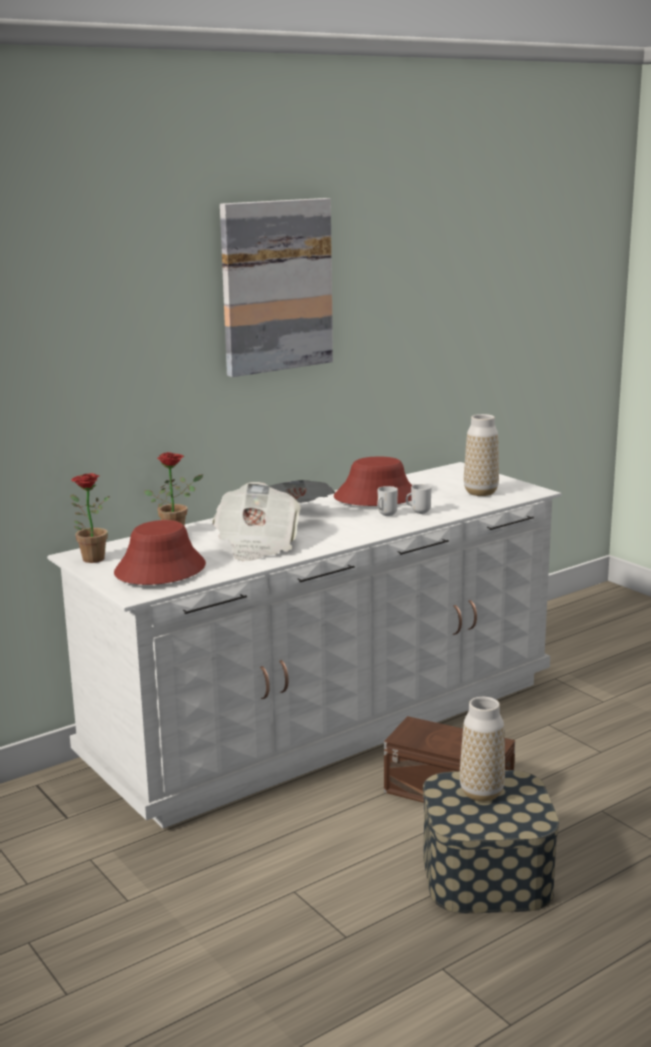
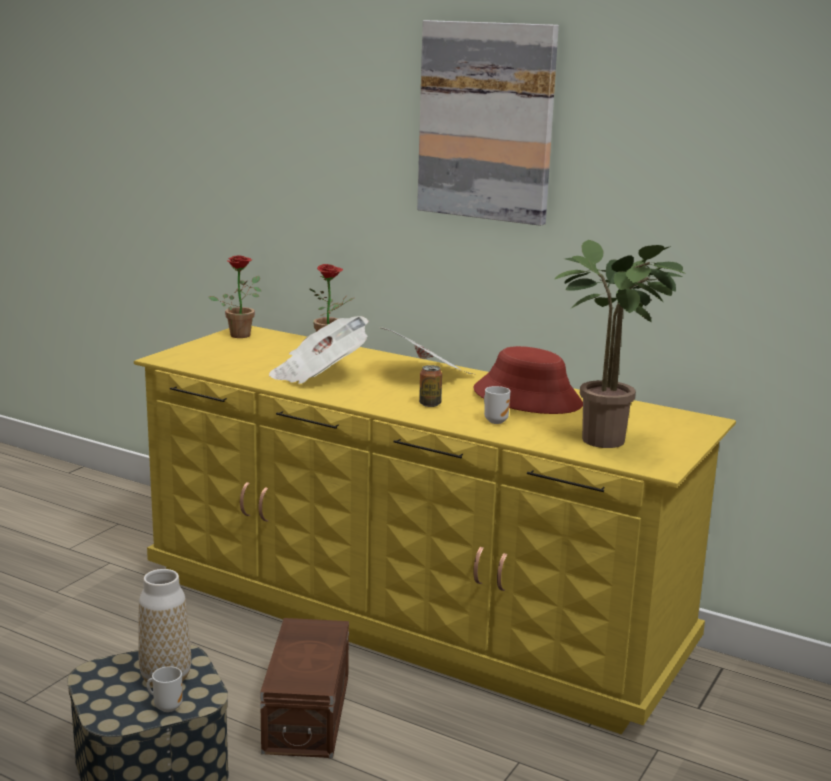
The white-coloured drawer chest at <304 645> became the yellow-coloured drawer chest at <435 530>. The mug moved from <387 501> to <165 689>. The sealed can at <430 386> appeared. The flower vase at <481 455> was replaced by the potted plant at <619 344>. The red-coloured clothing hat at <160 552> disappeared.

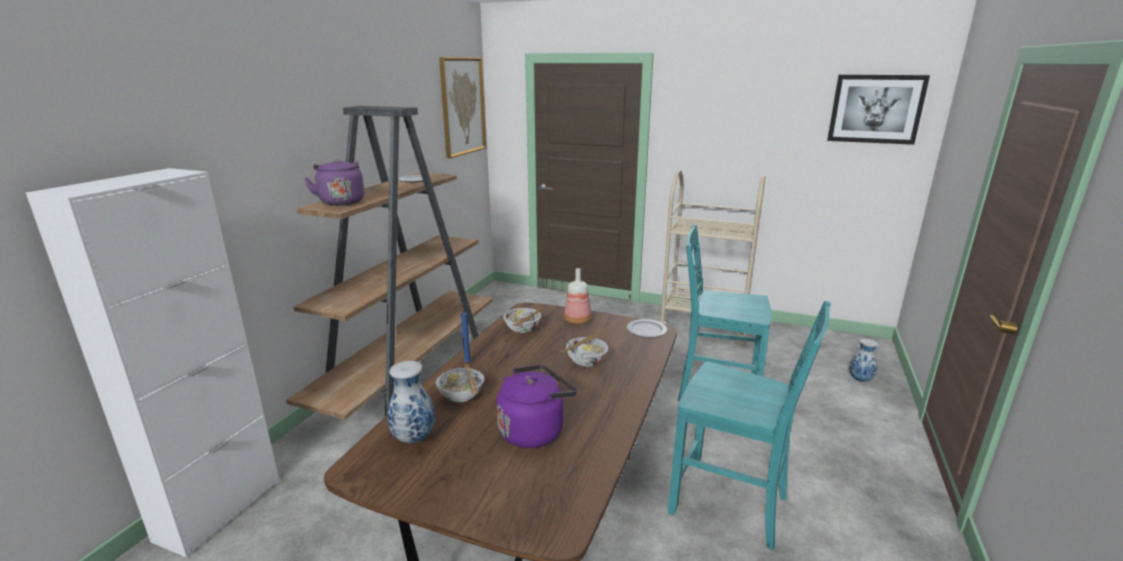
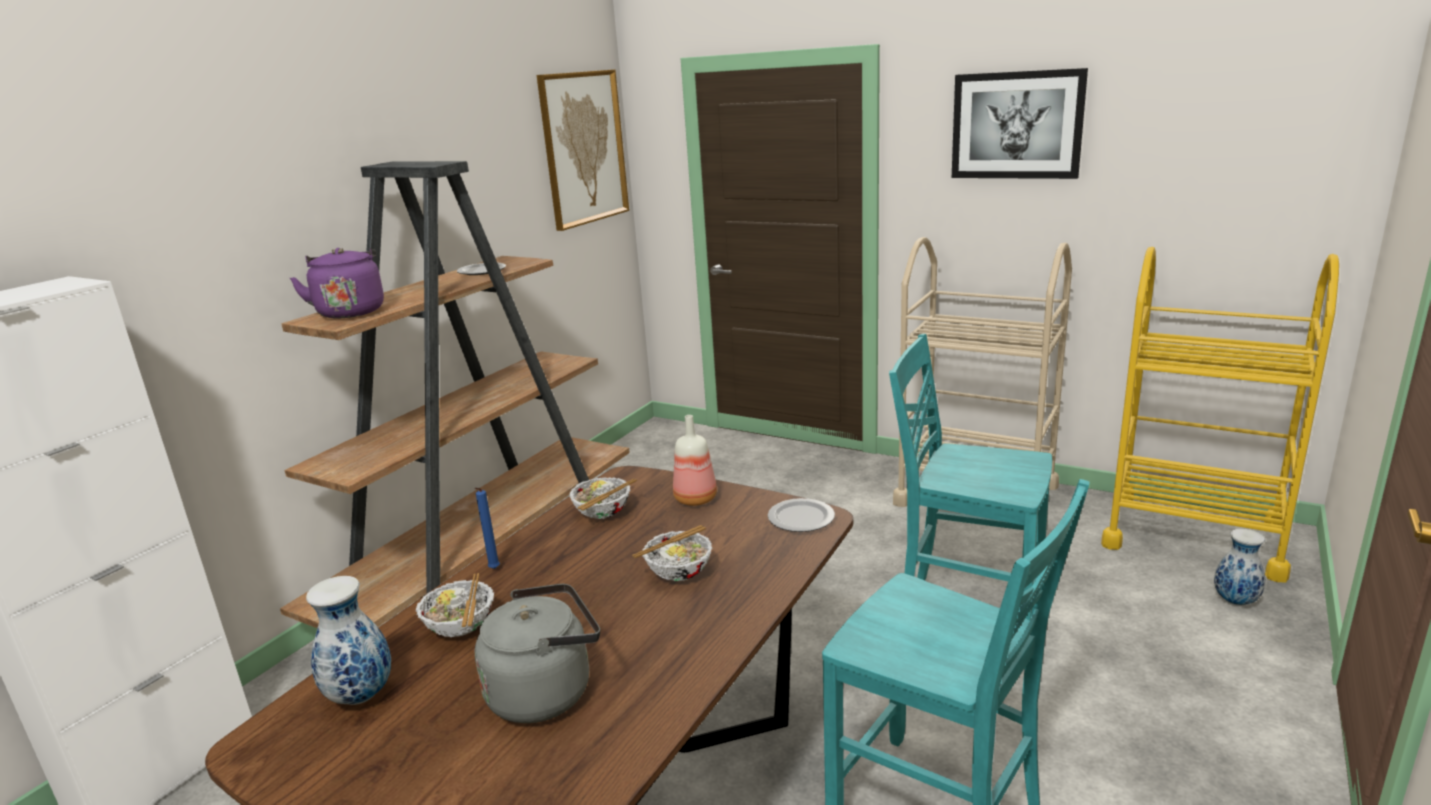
The purplish water kettle at <536 406> became the grey water kettle at <537 653>. The wall art moved from <878 110> to <1020 123>. The yellow-coloured wheeled cart at <1220 415> appeared.

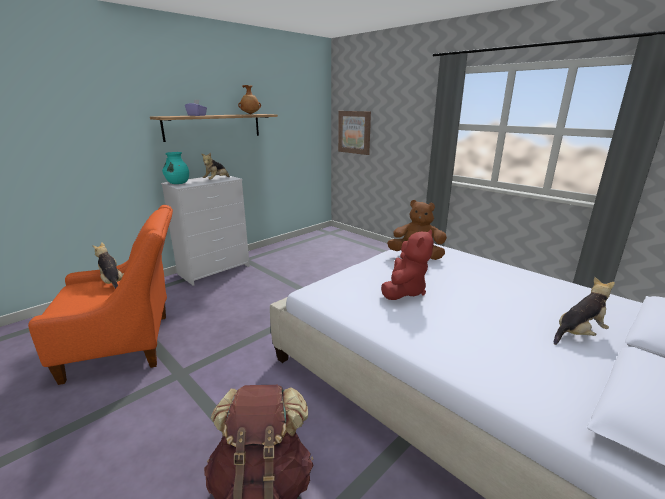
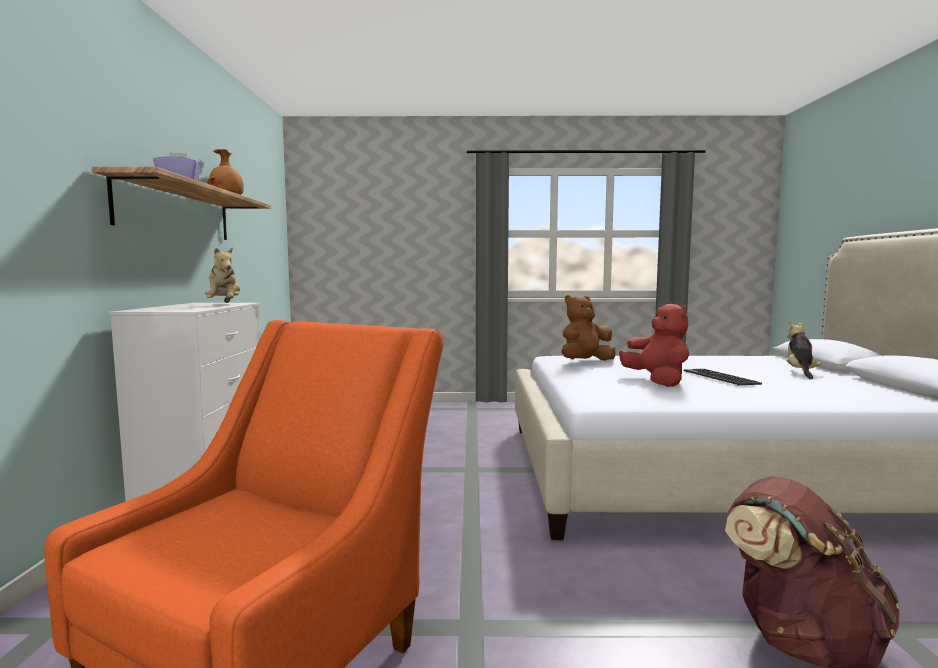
The computer keyboard at <722 377> appeared. The plush toy at <108 265> disappeared. The blue-green flower vase at <175 168> disappeared. The wall art at <354 133> disappeared.

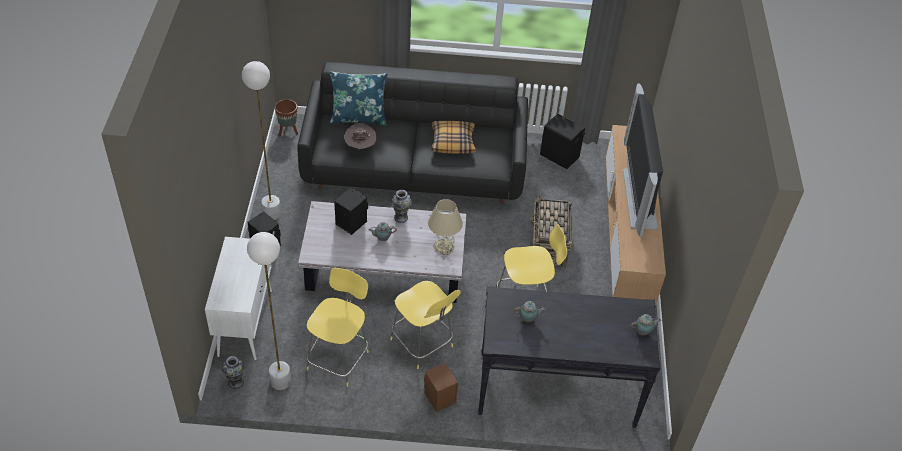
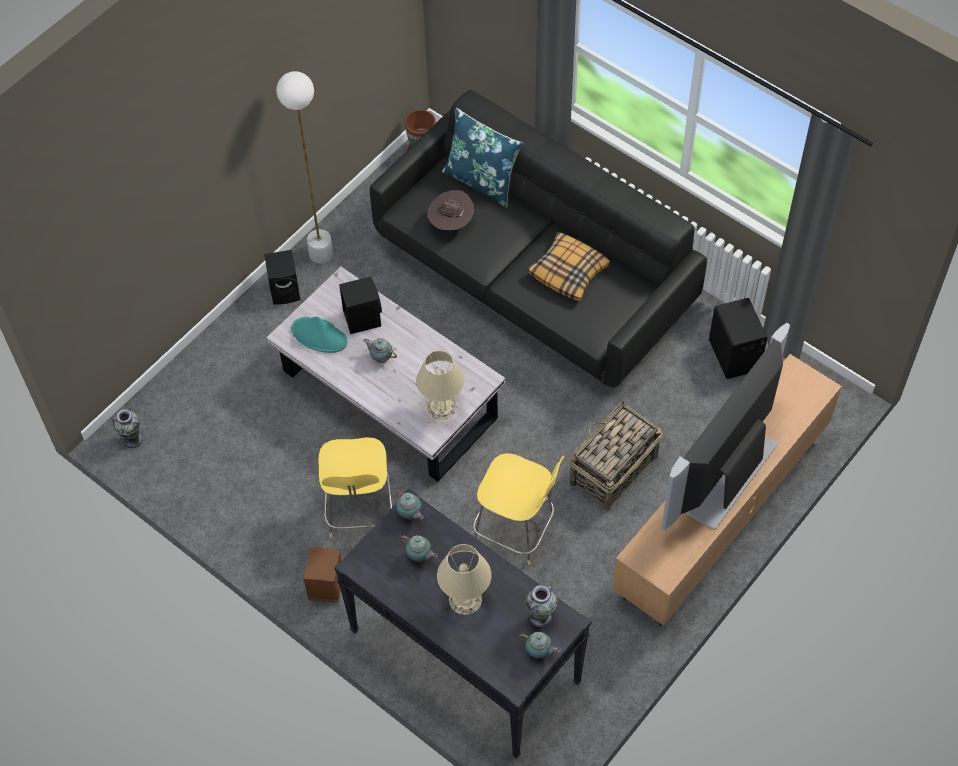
The blue-green clothing hat at <319 335> appeared. The tea pot at <410 504> appeared. The beige table lamp at <464 579> appeared. The flower vase moved from <402 206> to <541 606>. The white-coloured cabinet at <238 298> disappeared. The white-coloured standing lamp at <269 311> disappeared. The yellow-coloured stool seat at <338 327> disappeared.

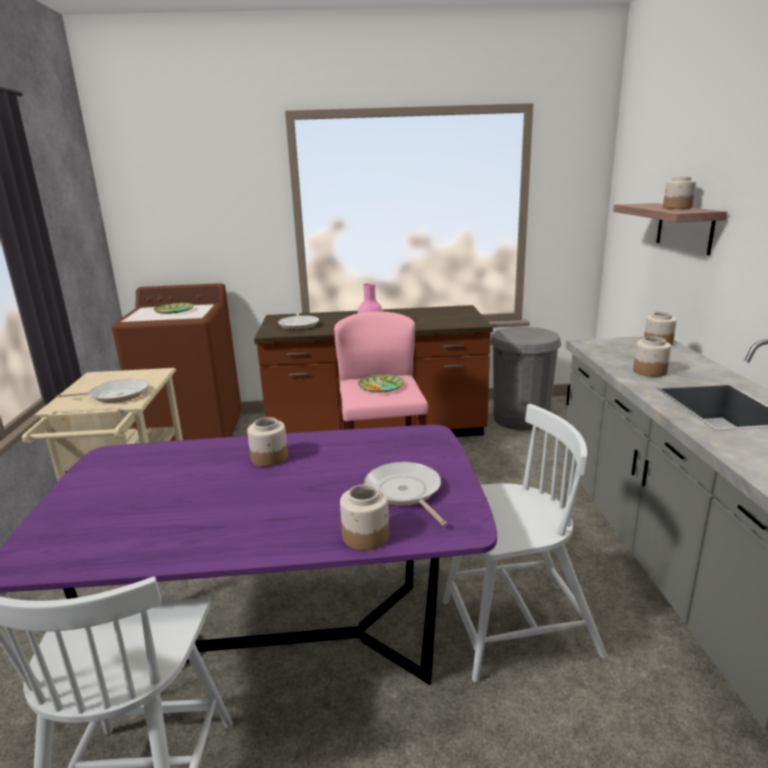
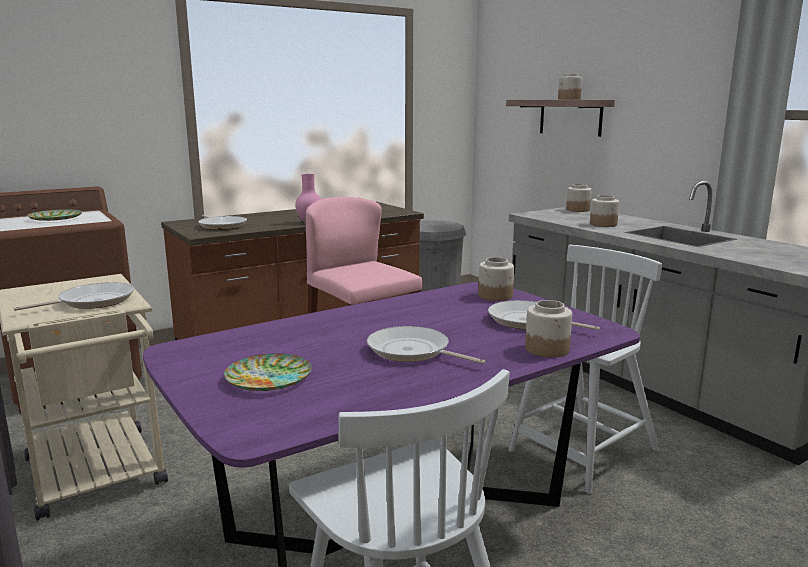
The flat dish moved from <381 383> to <268 372>. The skillet at <426 345> appeared. The jar moved from <267 442> to <496 279>.

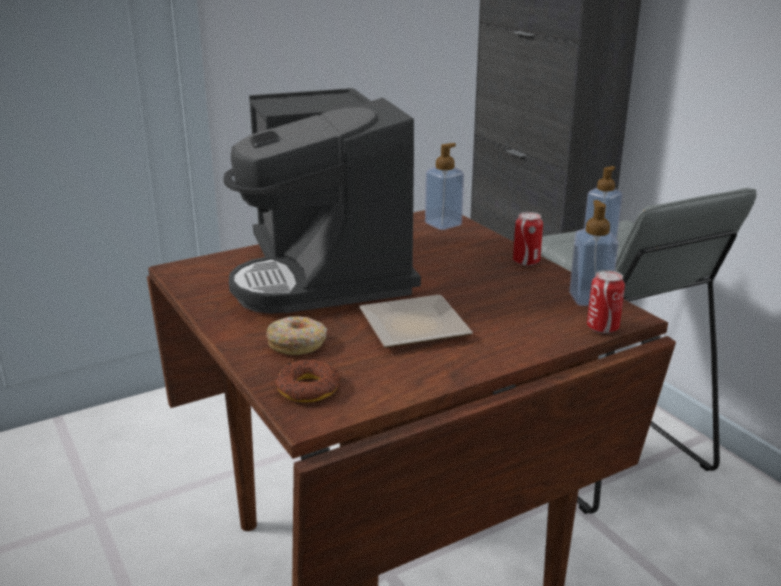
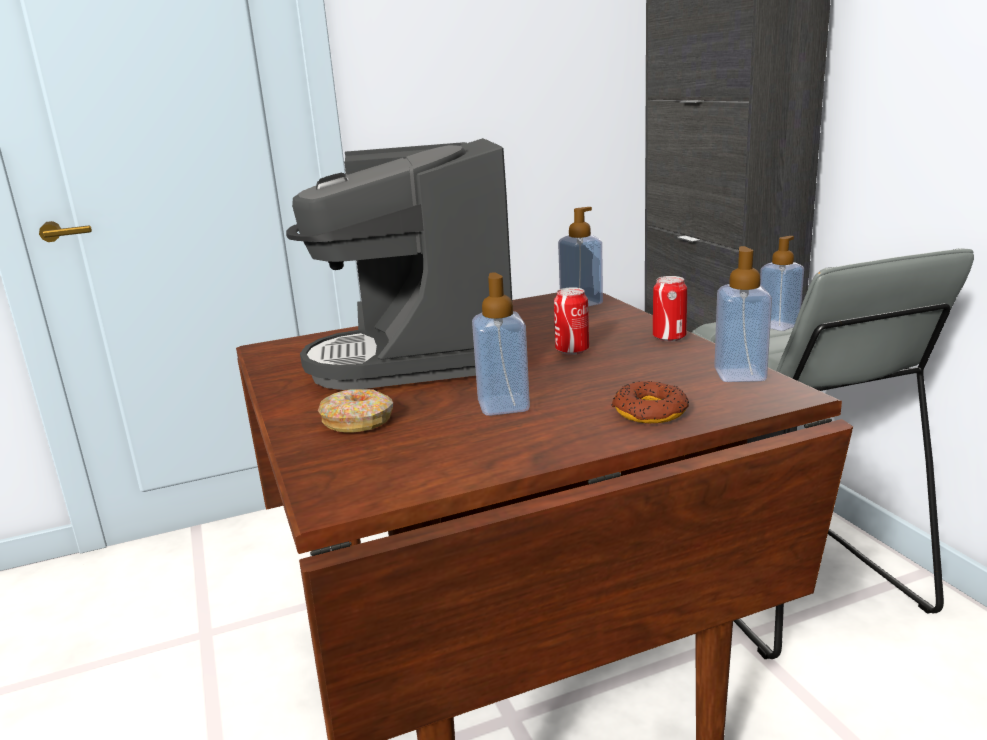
The flat dish at <416 321> was replaced by the liquid soap bottle at <501 344>. The sealed can moved from <606 302> to <571 321>. The ring doughnut moved from <307 380> to <650 402>.

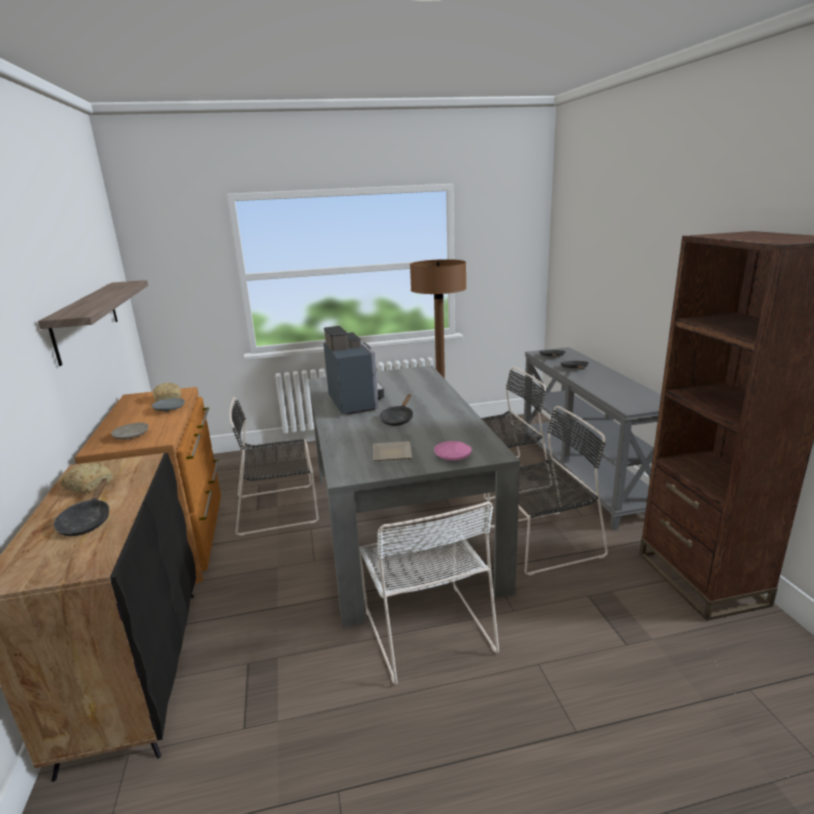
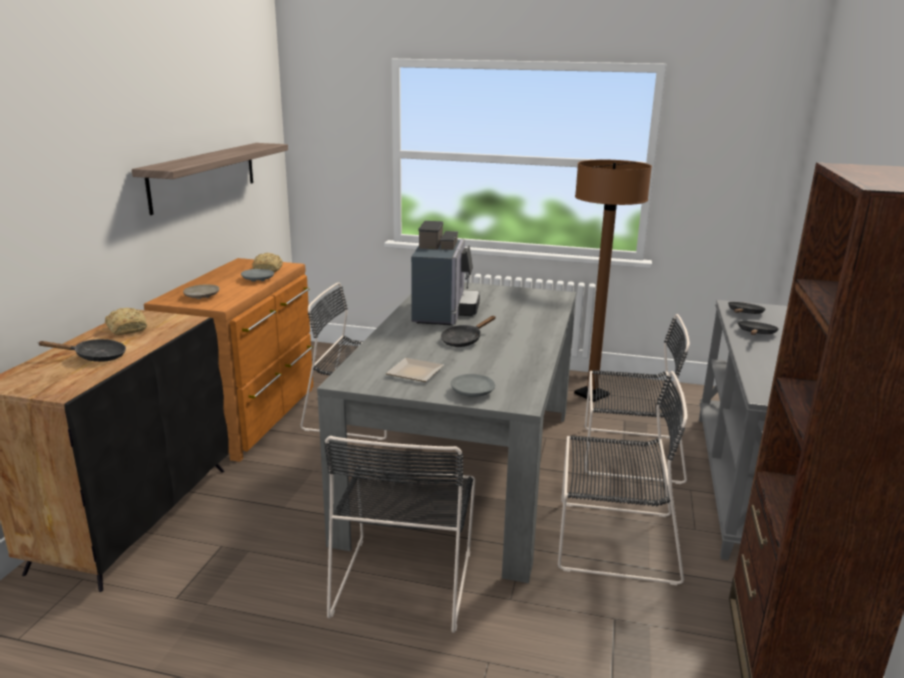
The black-coloured skillet at <81 507> turned 120 degrees counterclockwise. The white-coloured upright chair at <429 593> became the black-coloured upright chair at <399 534>. The pink-coloured flat dish at <453 451> became the grey flat dish at <473 385>.

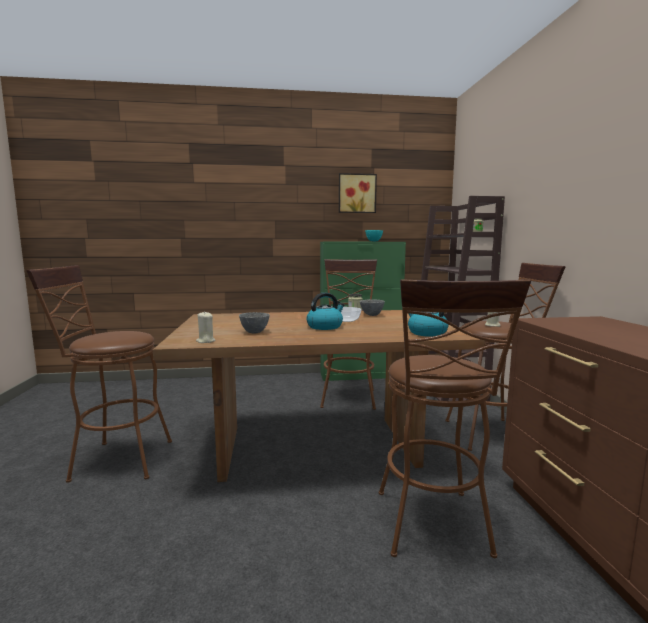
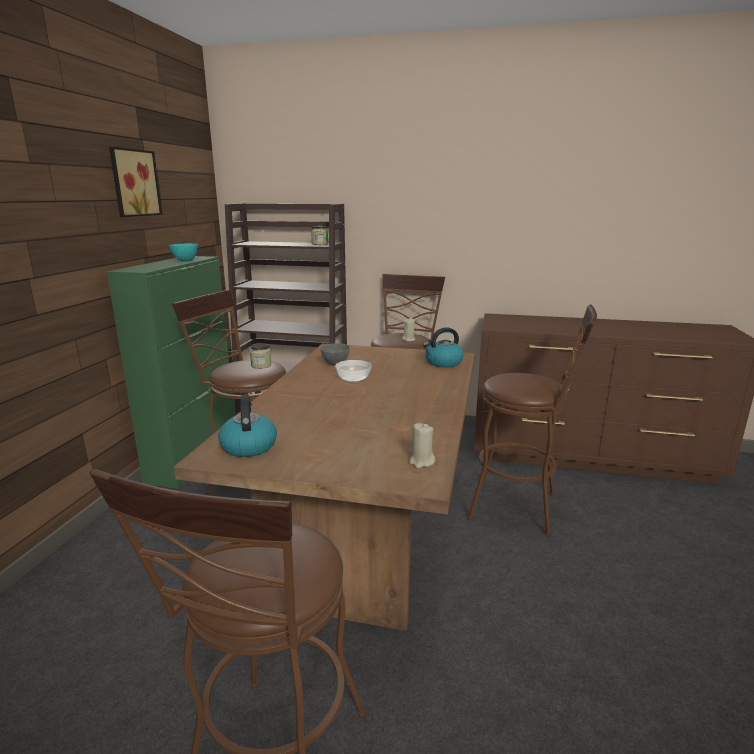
The water kettle moved from <325 311> to <247 426>. The grey serving bowl at <254 322> disappeared.

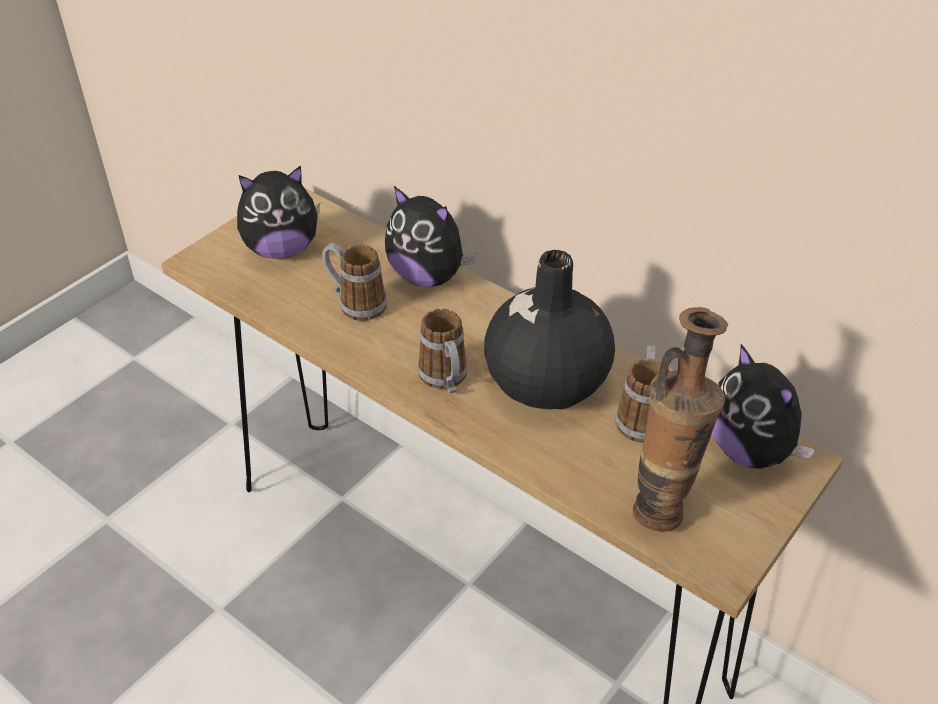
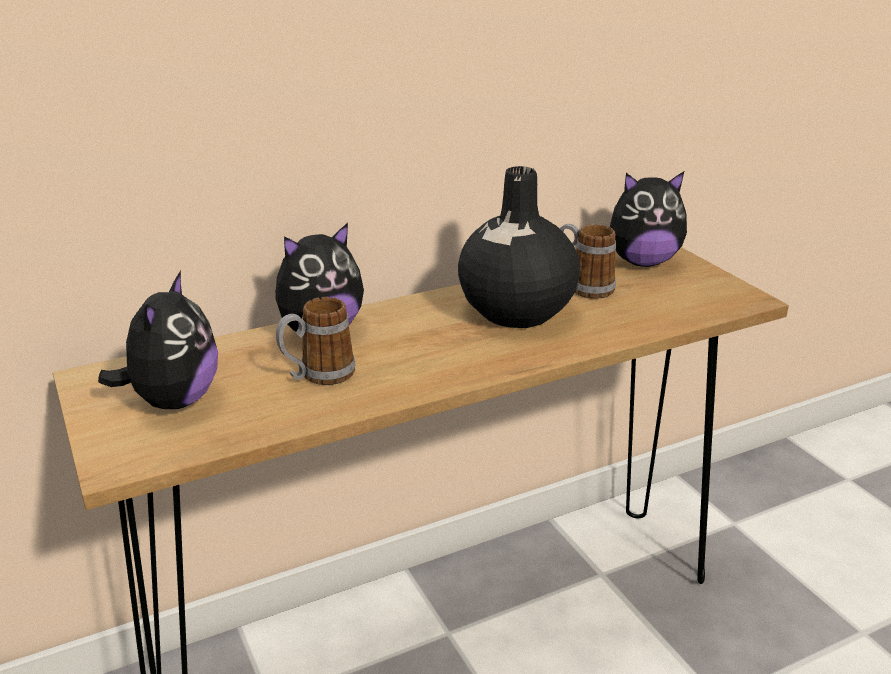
The mug at <443 351> disappeared. The flower vase at <680 419> disappeared.

